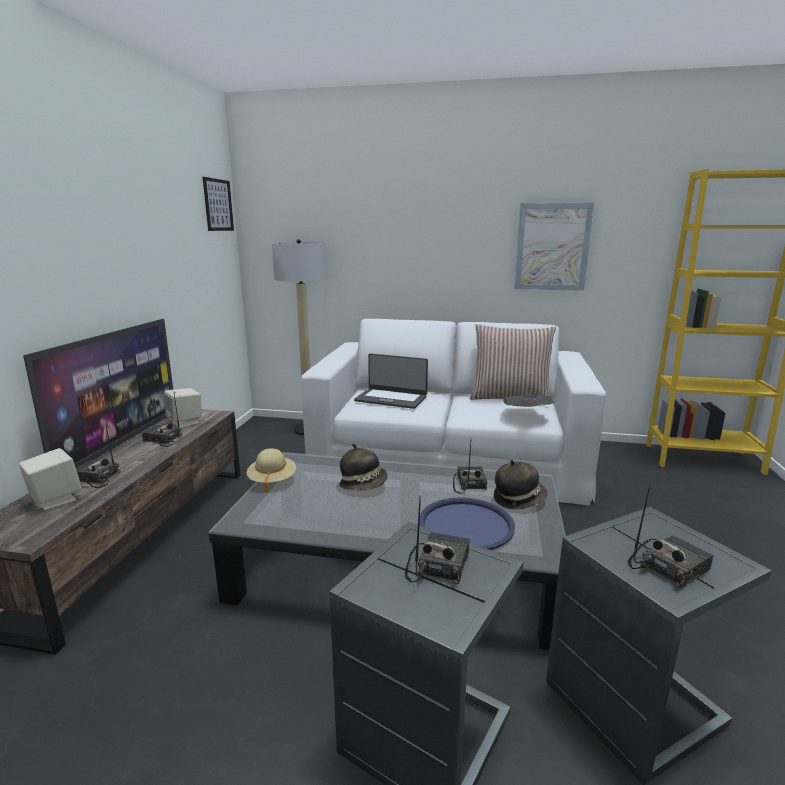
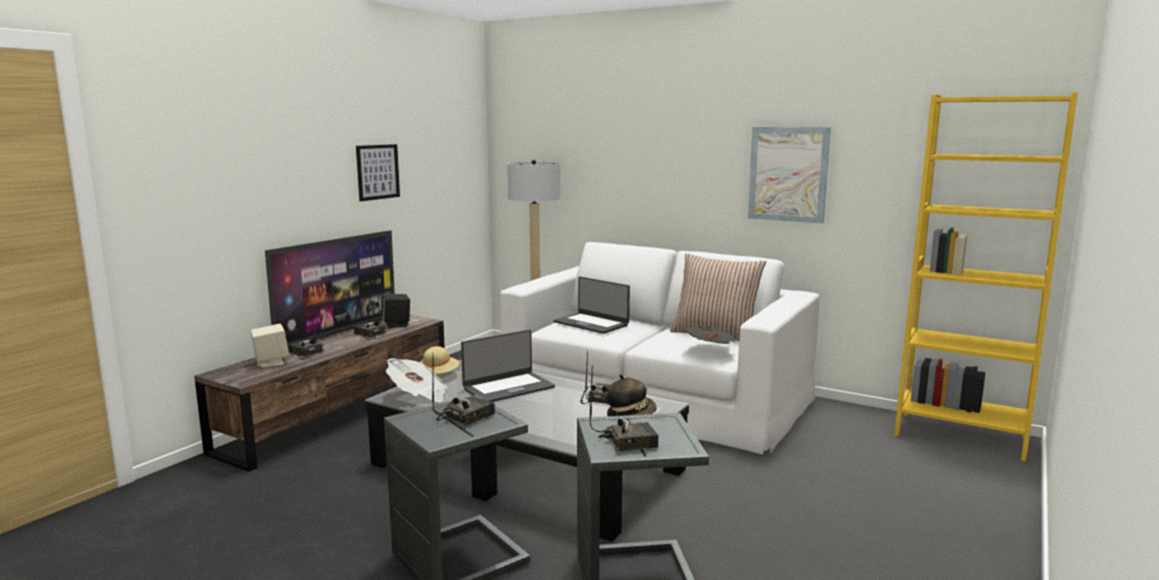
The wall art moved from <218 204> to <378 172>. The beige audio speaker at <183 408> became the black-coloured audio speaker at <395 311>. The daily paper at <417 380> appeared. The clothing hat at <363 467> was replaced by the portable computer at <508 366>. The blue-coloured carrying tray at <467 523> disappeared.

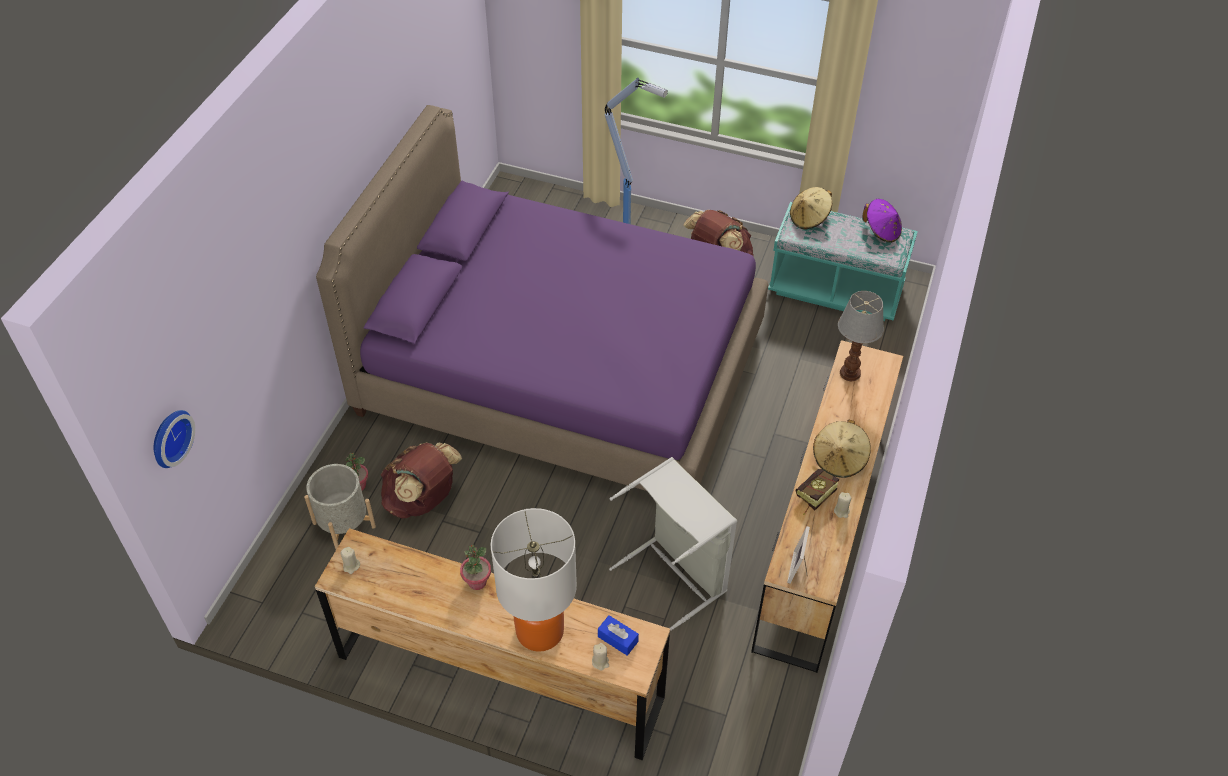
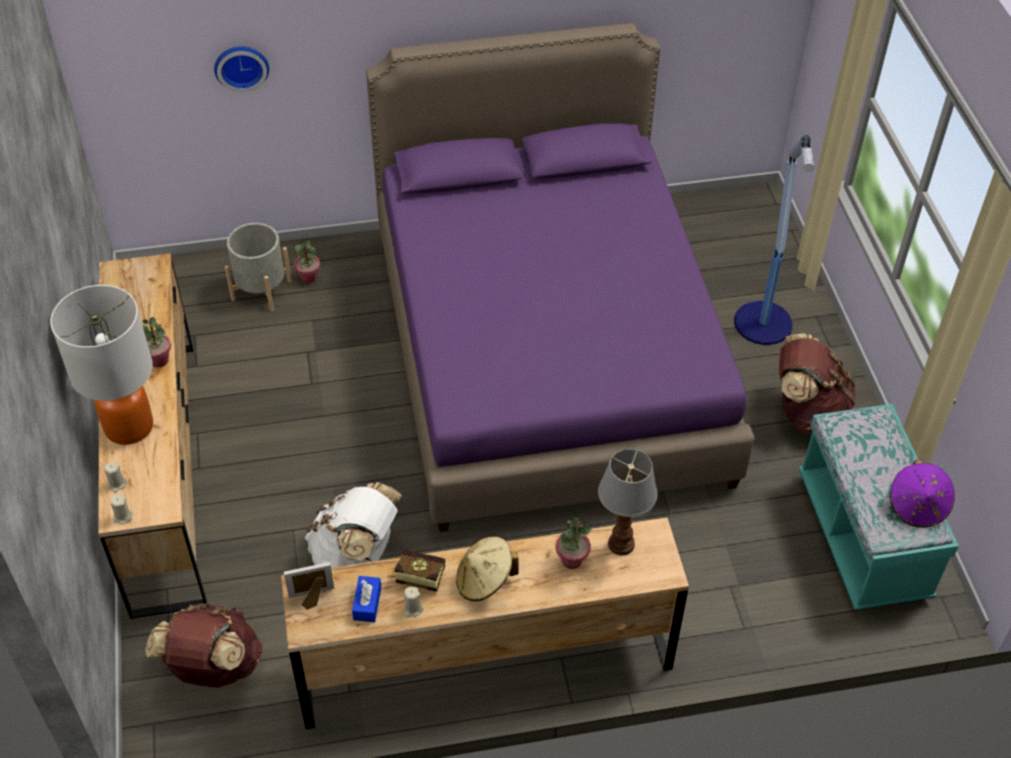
The beige wax light moved from <350 560> to <121 509>. The brown-coloured knapsack moved from <421 480> to <203 645>. The clock on the wall moved from <174 439> to <241 69>. The grey laundry basket at <673 544> was replaced by the white-coloured knapsack at <353 525>. The blue-coloured tissue holder moved from <618 635> to <366 599>. The potted plant at <573 543> appeared. The beige clothing hat at <811 208> disappeared.

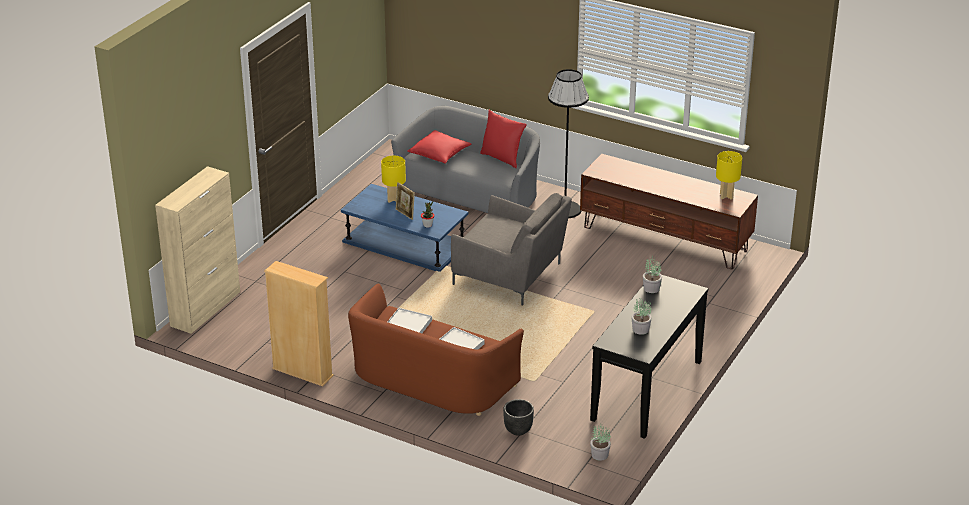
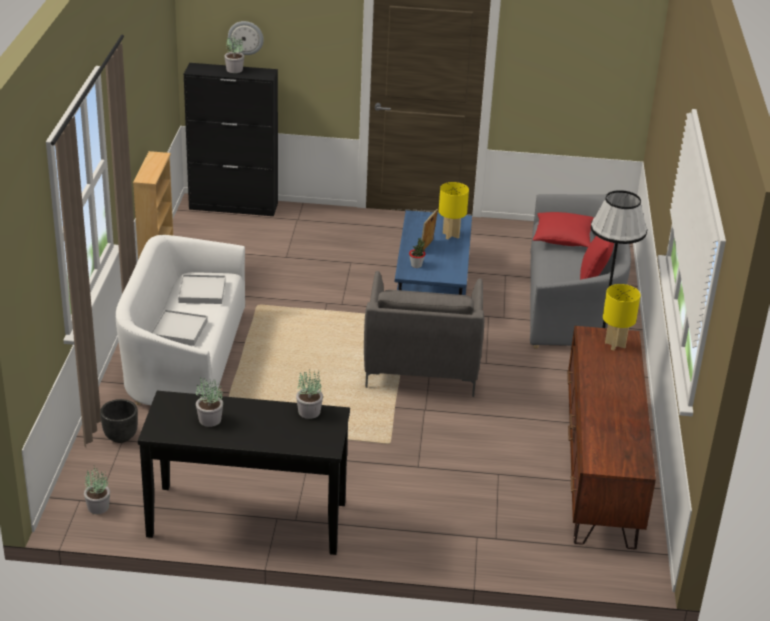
The brown-coloured settee at <436 349> became the white-coloured settee at <180 320>. The beige cabinet at <197 250> became the black-coloured cabinet at <231 139>. The potted plant at <234 55> appeared. The clock on the wall at <246 38> appeared. The yellow-coloured table lamp moved from <729 175> to <622 317>.

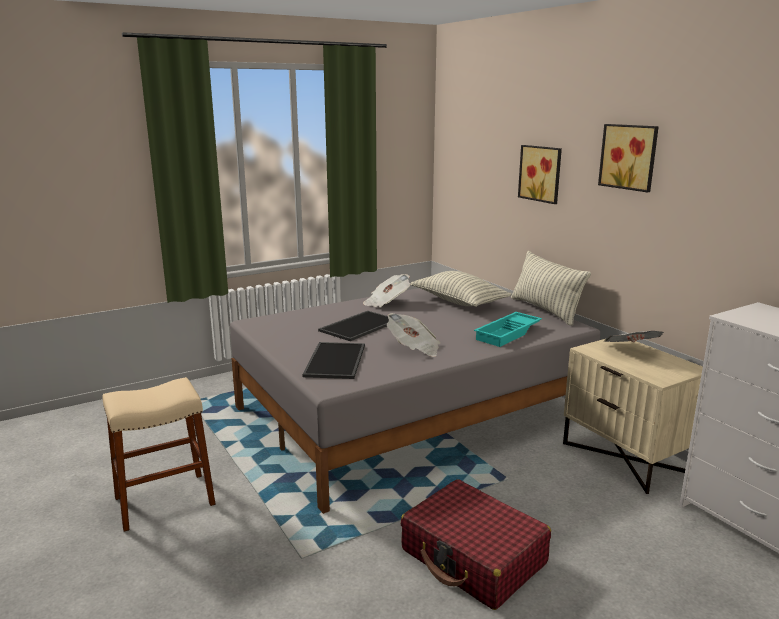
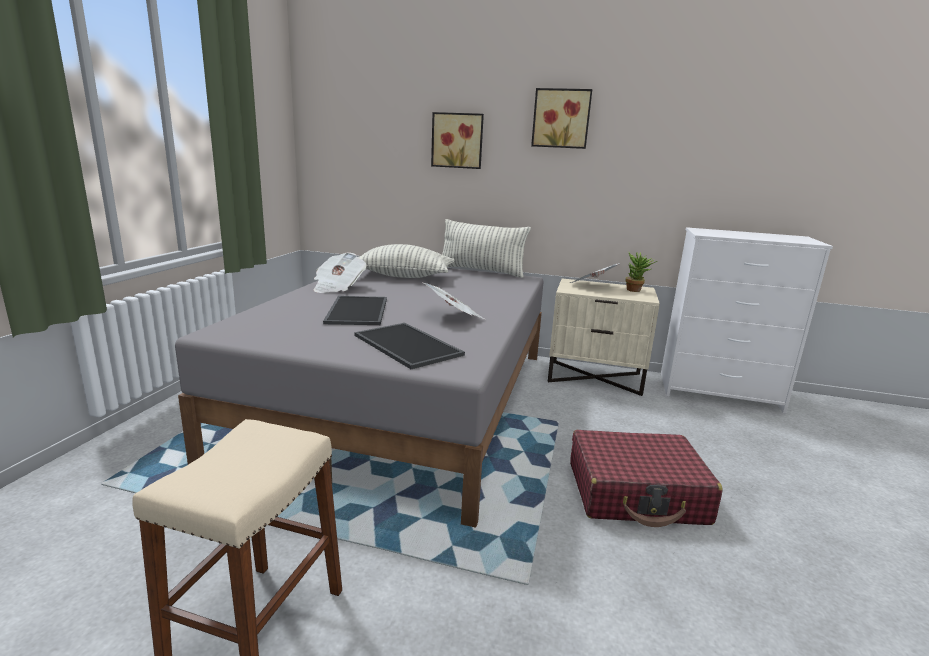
The potted plant at <642 271> appeared. The blue-green carrying tray at <508 329> disappeared.

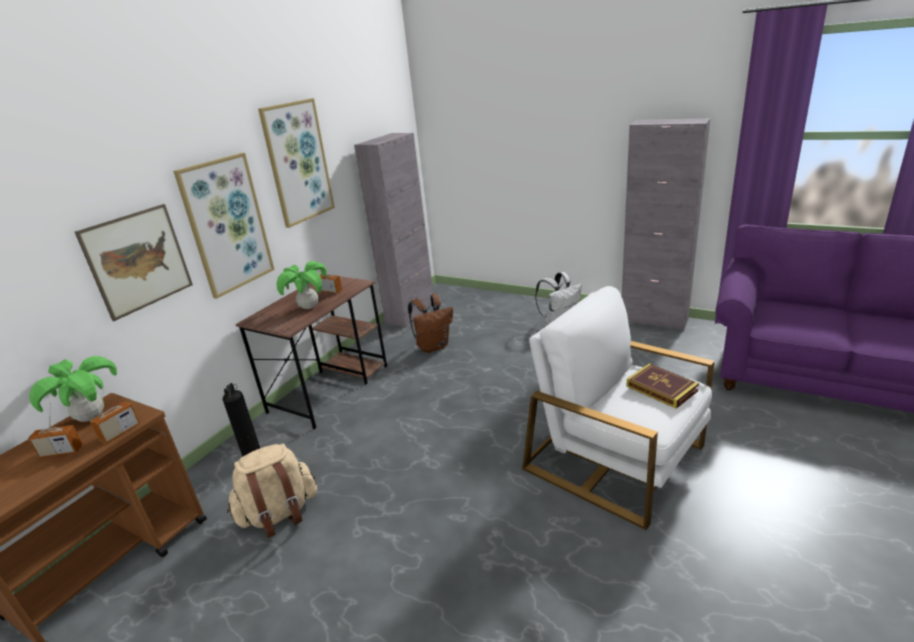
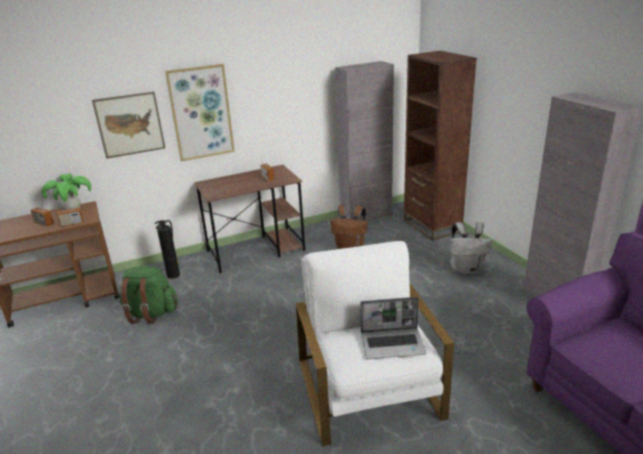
The beige knapsack at <272 491> became the greenish knapsack at <149 295>. The book at <662 386> was replaced by the portable computer at <393 328>. The brown-coloured bookshelf at <440 146> appeared. The wall art at <296 163> disappeared. The potted plant at <302 285> disappeared.

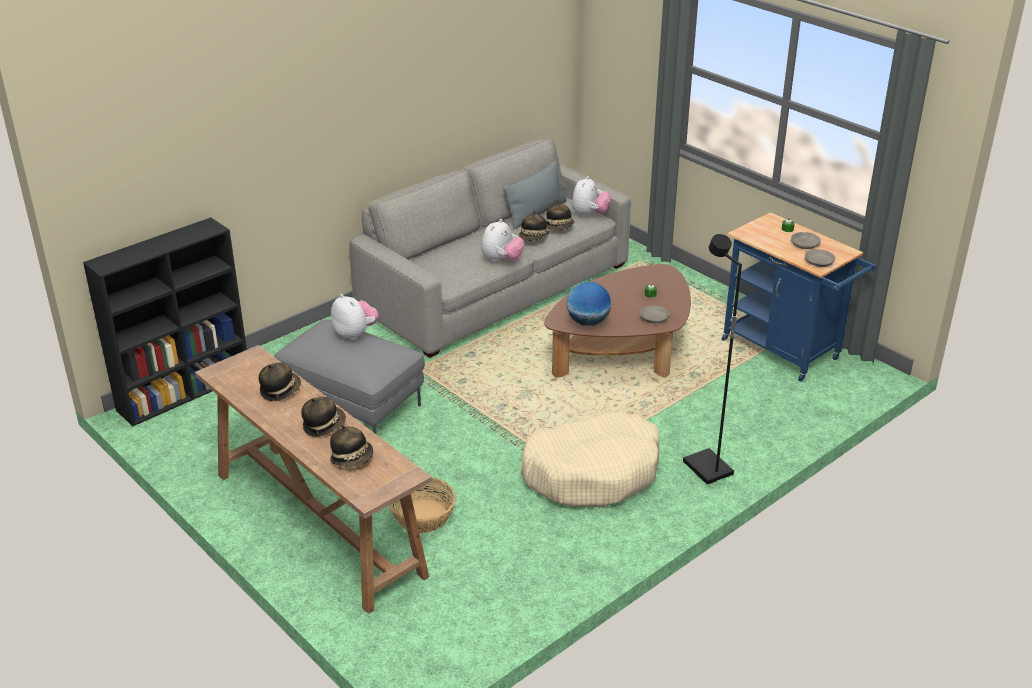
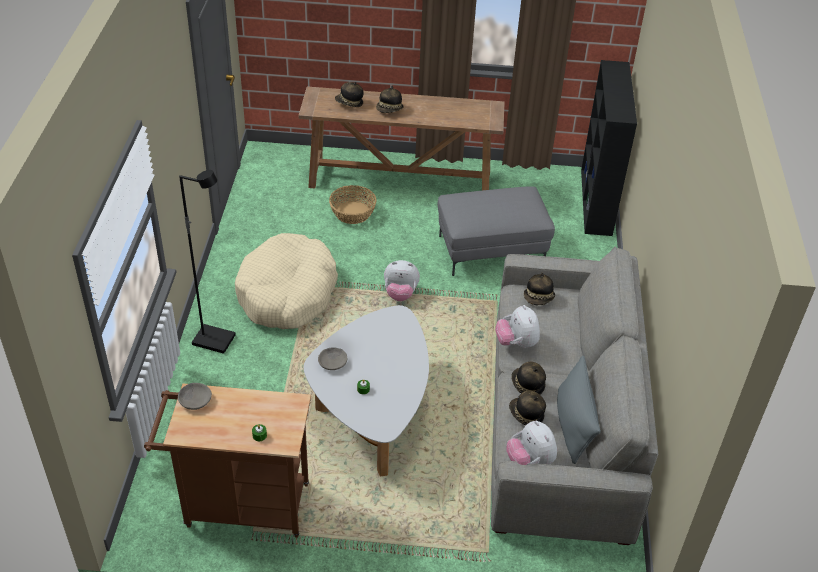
The blue-coloured wheeled cart at <799 297> became the brown-coloured wheeled cart at <227 460>. The brown-coloured coffee table at <617 321> became the white-coloured coffee table at <366 390>. The plush toy moved from <355 317> to <402 280>. The clothing hat moved from <280 381> to <539 288>. The world globe at <589 304> disappeared. The grey serving bowl at <806 240> disappeared.

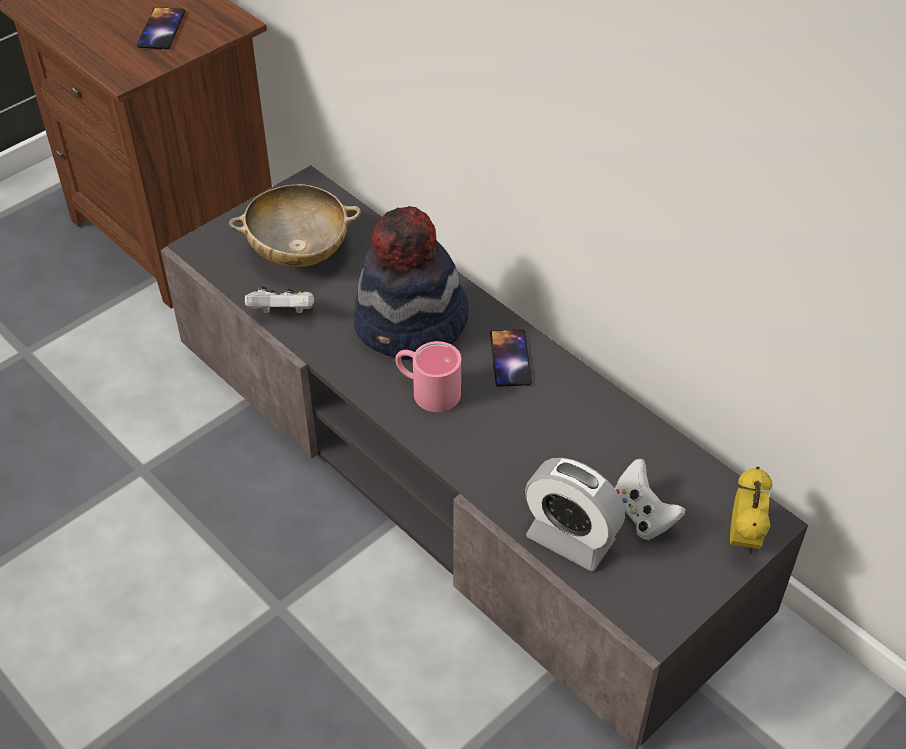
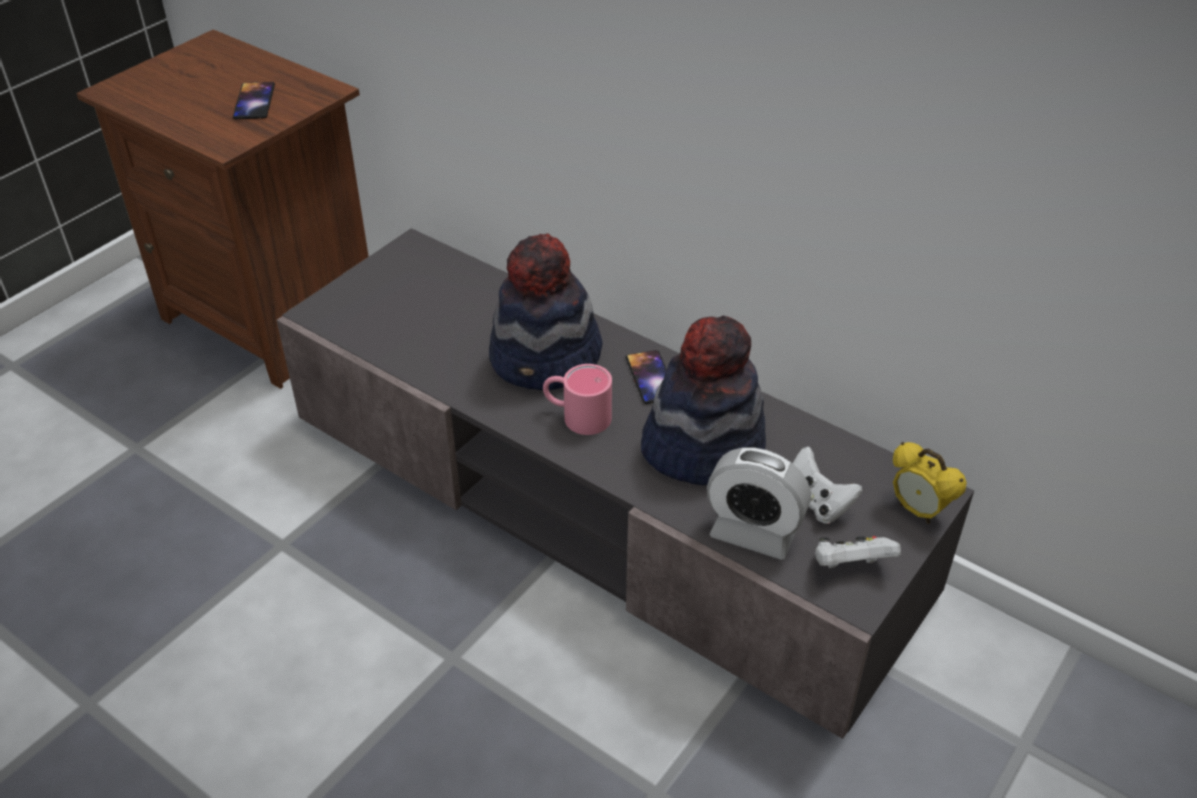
The clothing hat at <703 400> appeared. The white-coloured game controller moved from <279 299> to <858 552>. The bedside clock at <751 511> turned 135 degrees clockwise. The beige serving bowl at <295 225> disappeared.

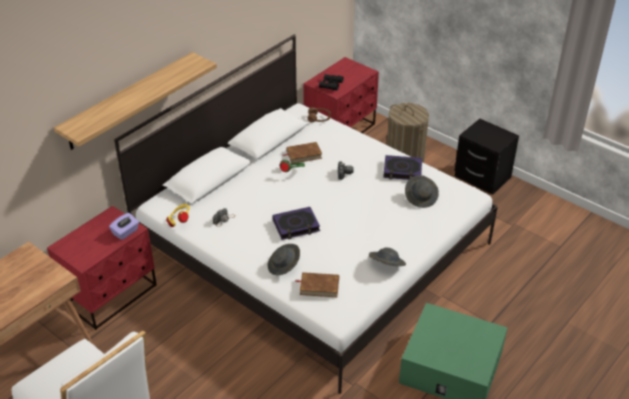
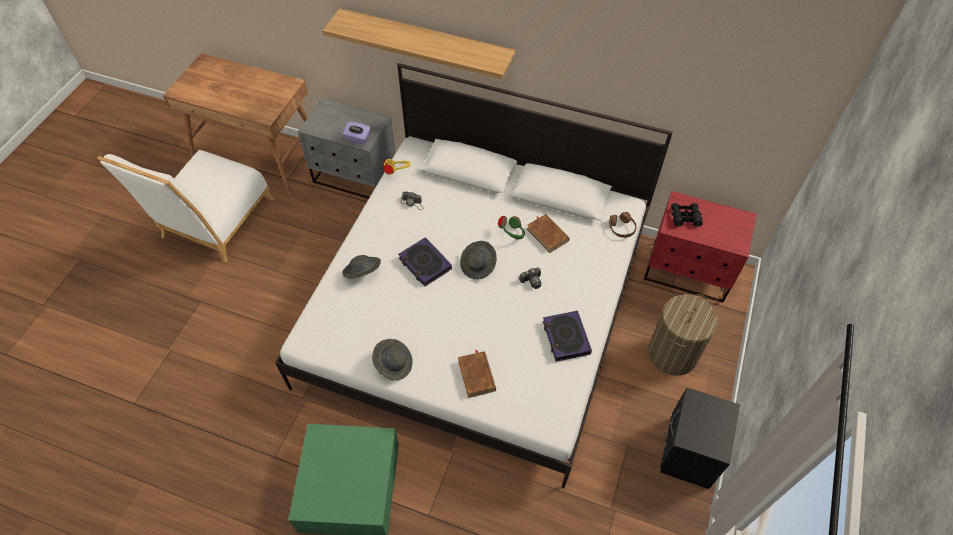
The red-coloured night table at <102 268> became the grey night table at <347 148>. The brown-coloured book moved from <317 284> to <477 374>. The grey clothing hat moved from <422 191> to <478 260>.

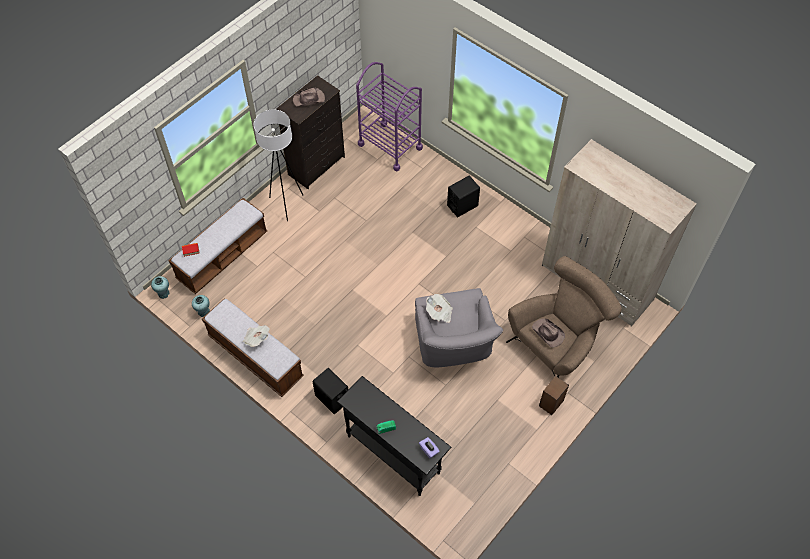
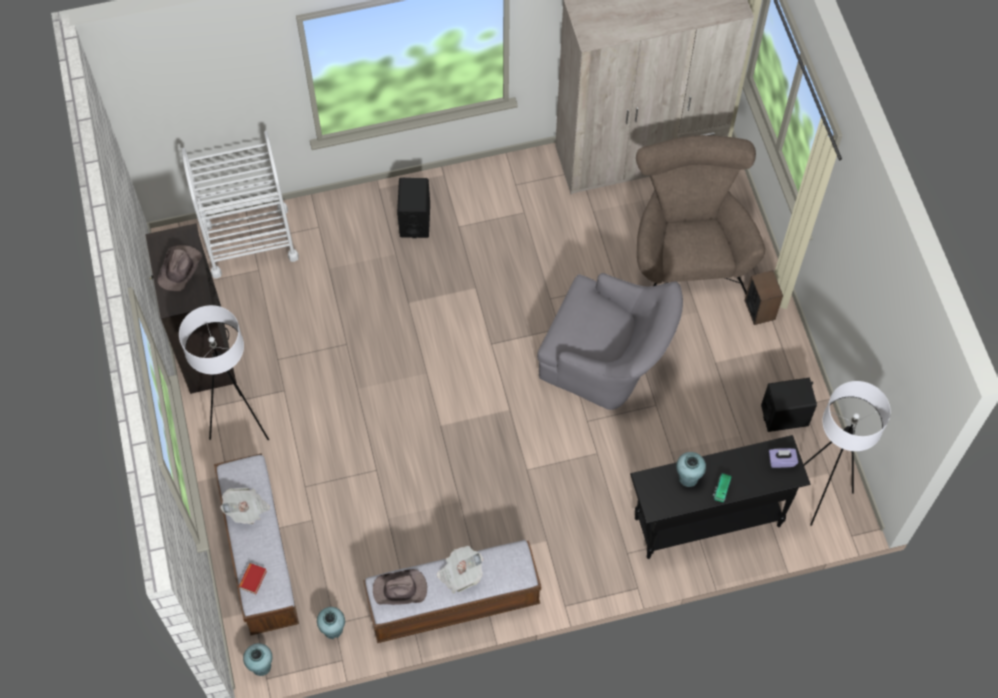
The purplish wheeled cart at <389 116> became the white-coloured wheeled cart at <240 204>. The daily paper moved from <439 308> to <245 506>. The brown-coloured clothing hat moved from <548 333> to <400 587>. The blue-green flower vase at <691 469> appeared. The black-coloured audio speaker moved from <330 391> to <789 405>. The white-coloured standing lamp at <847 453> appeared.

